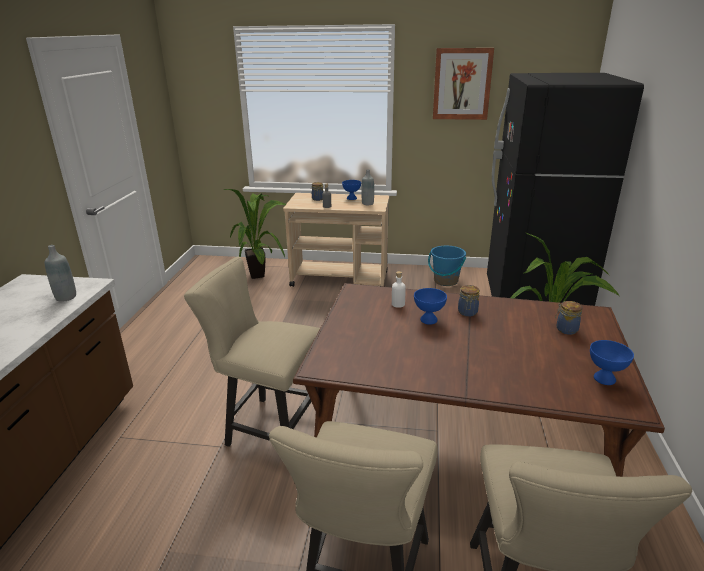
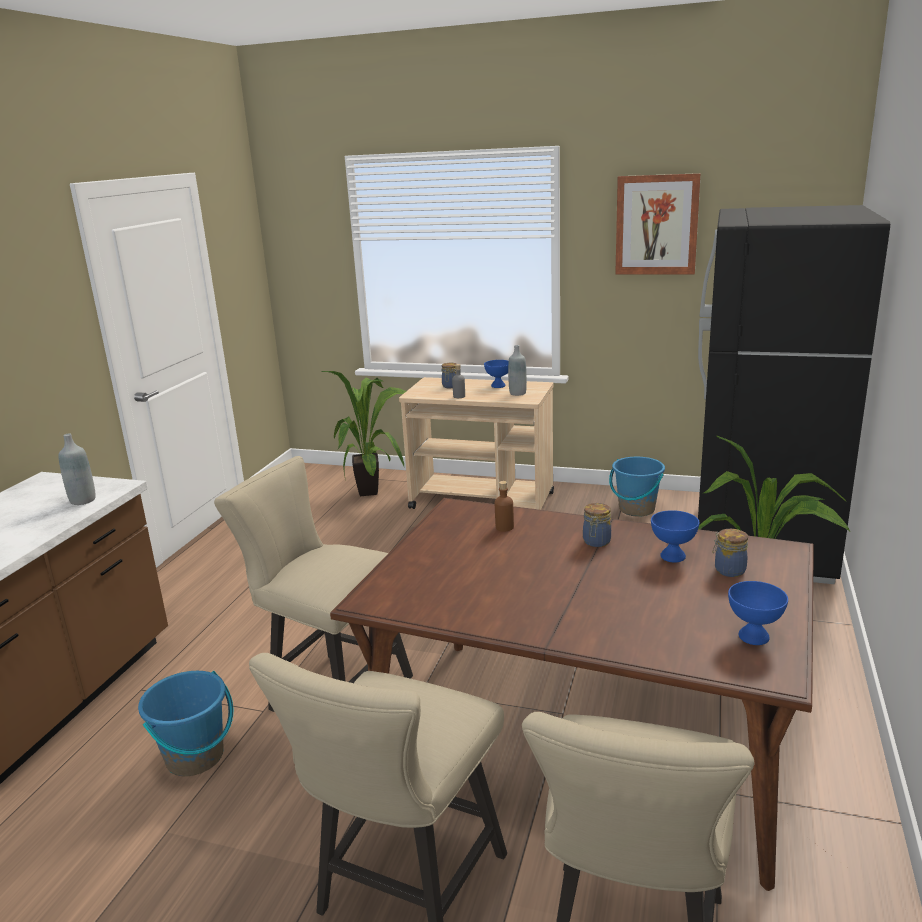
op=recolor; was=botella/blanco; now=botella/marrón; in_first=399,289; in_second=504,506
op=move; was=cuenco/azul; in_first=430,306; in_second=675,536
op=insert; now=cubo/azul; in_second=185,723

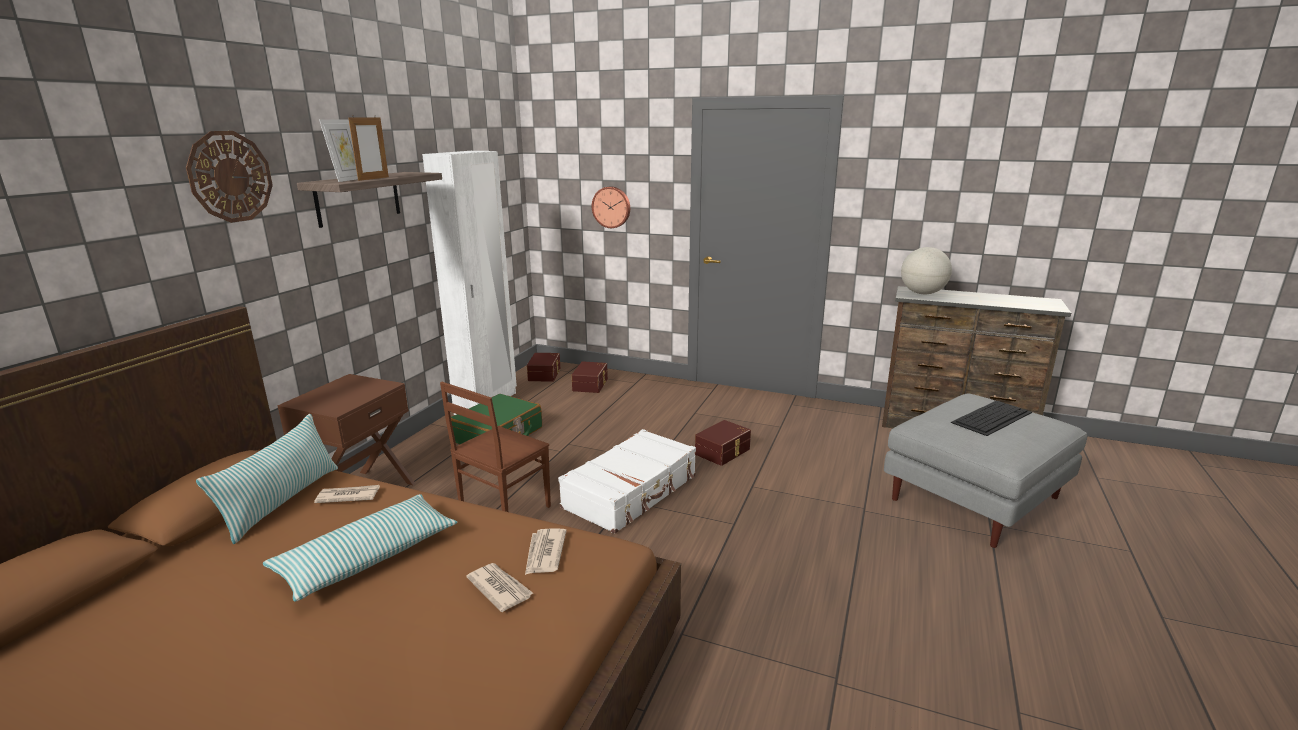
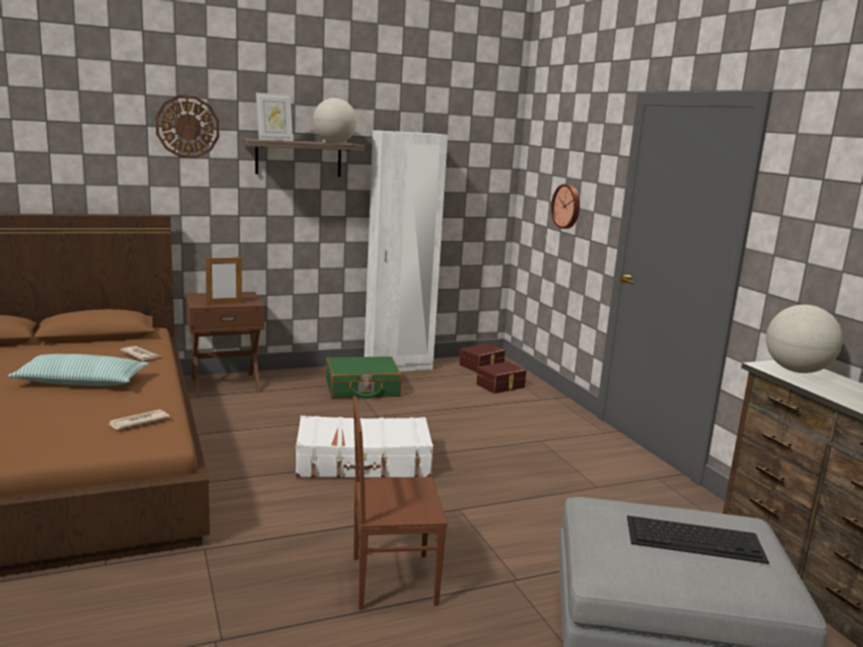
op=delete; was=cojín; in_first=267,479
op=move; was=portarretratos; in_first=368,148; in_second=224,280
op=move; was=silla/marrón; in_first=495,447; in_second=400,503
op=delete; was=periódico; in_first=500,587
op=delete; was=caja de almacenaje/marrón; in_first=723,443
op=insert; now=globo terráqueo; in_second=335,120

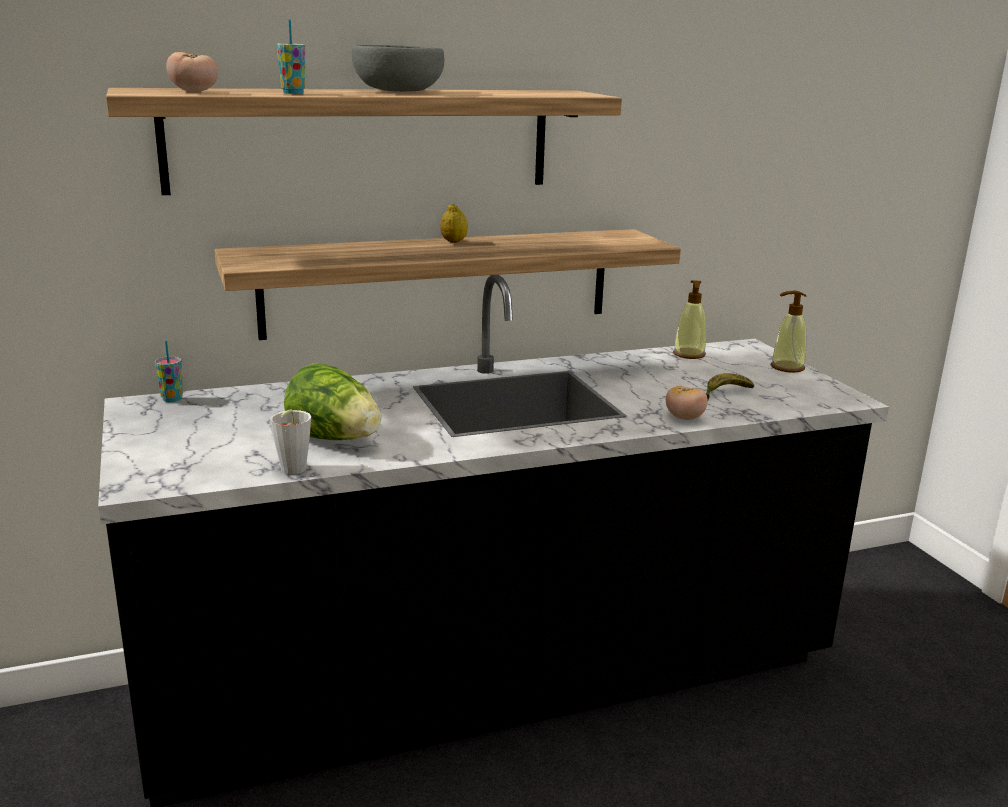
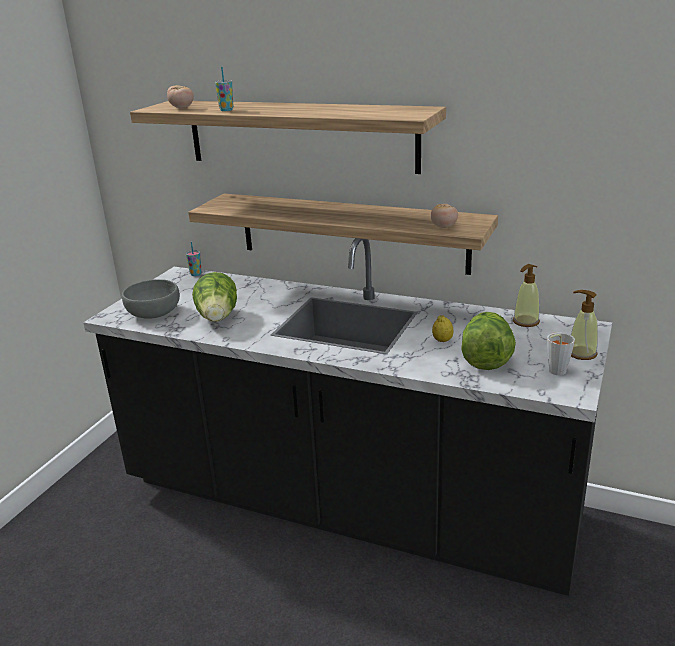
op=move; was=taza/gris; in_first=290,442; in_second=561,353
op=move; was=cuenco/gris; in_first=398,68; in_second=151,299
op=move; was=limón; in_first=454,223; in_second=443,328
op=move; was=tomate; in_first=687,403; in_second=444,216
op=replace; was=plátano; now=lechuga; in_first=730,386; in_second=488,341

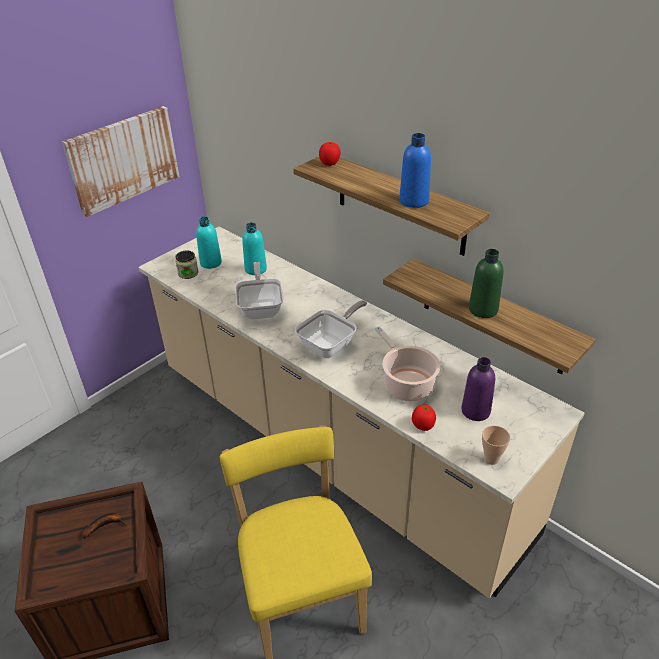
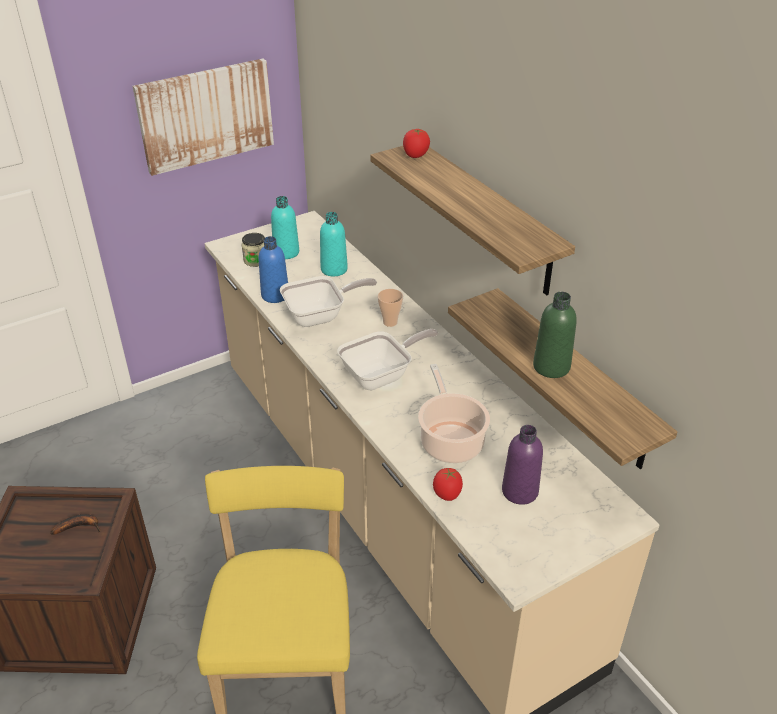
op=rotate; was=sartén; in_first=259,290; in_second=328,301; clockwise=60
op=move; was=botella/azul; in_first=415,170; in_second=273,269
op=move; was=taza; in_first=496,445; in_second=390,308

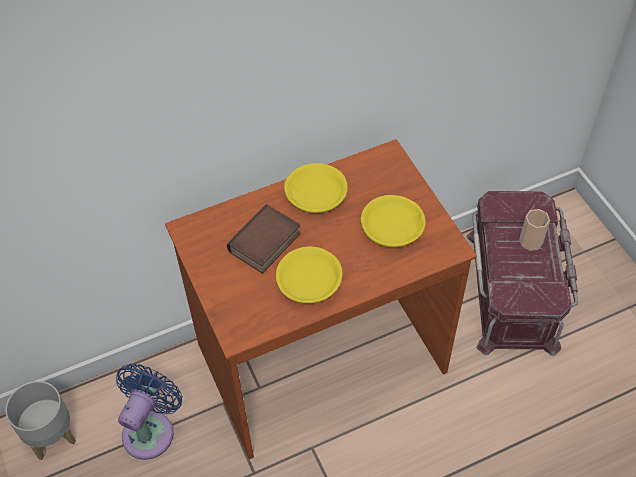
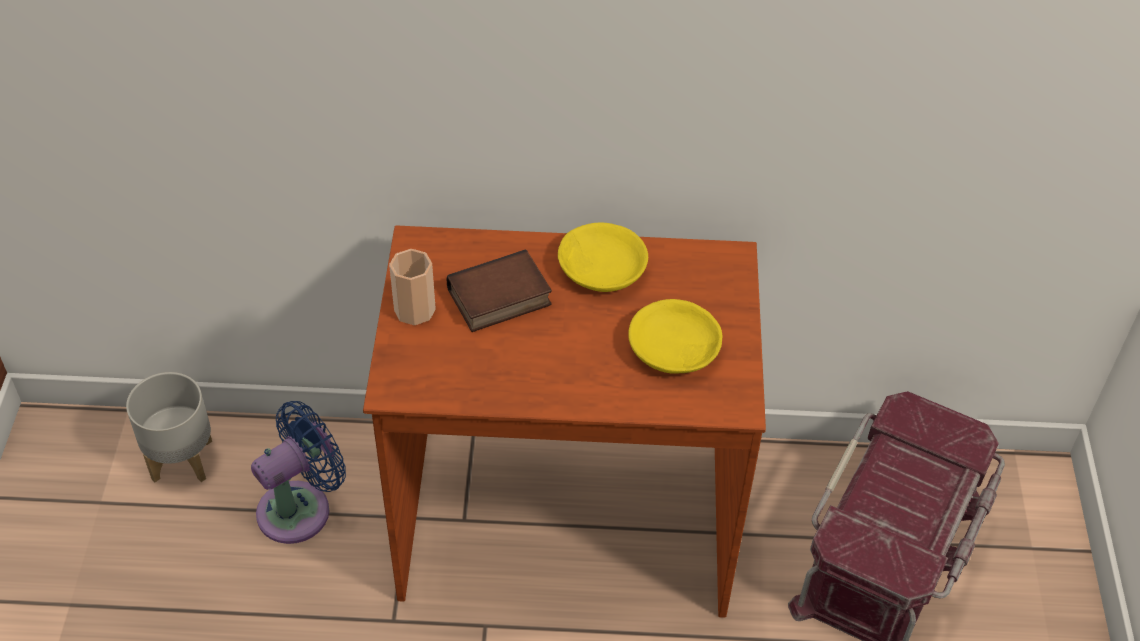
op=delete; was=cuenco/amarillo; in_first=309,275
op=move; was=taza; in_first=534,230; in_second=412,287

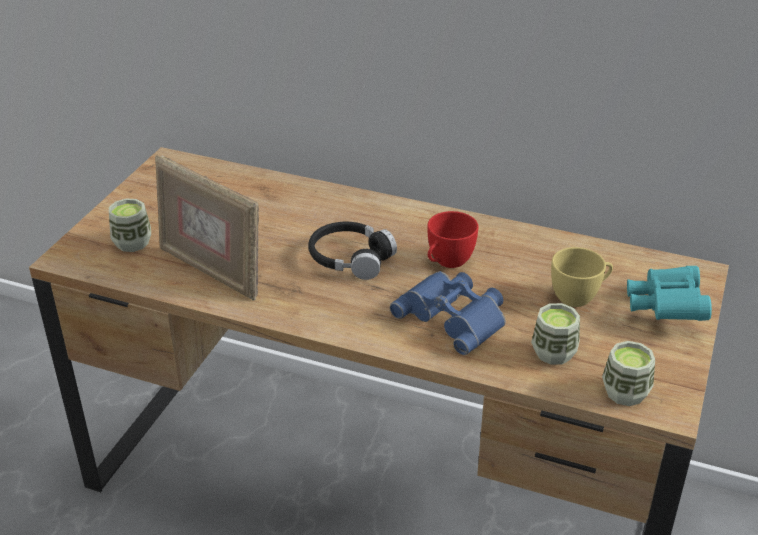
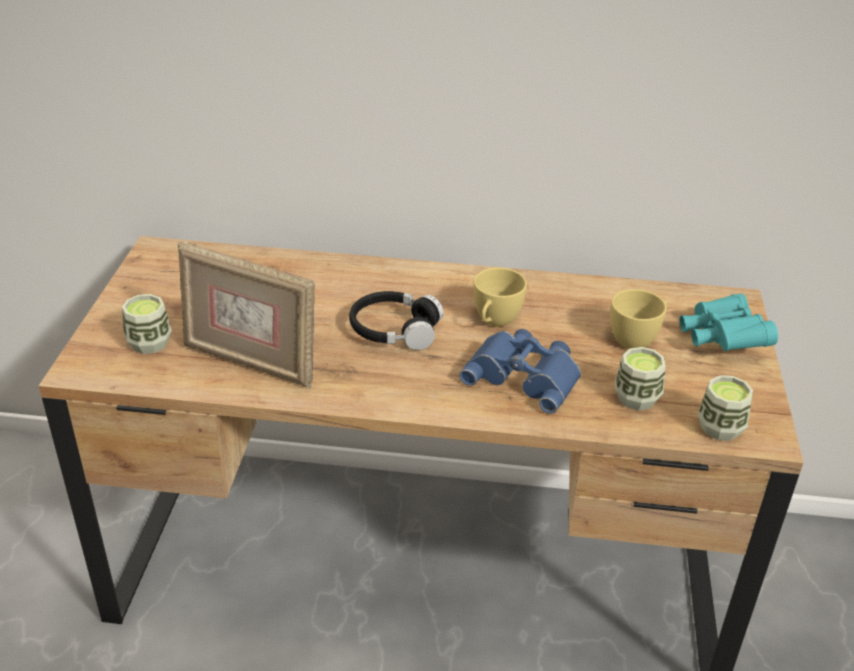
op=recolor; was=taza/rojo; now=taza/amarillo; in_first=453,239; in_second=500,297

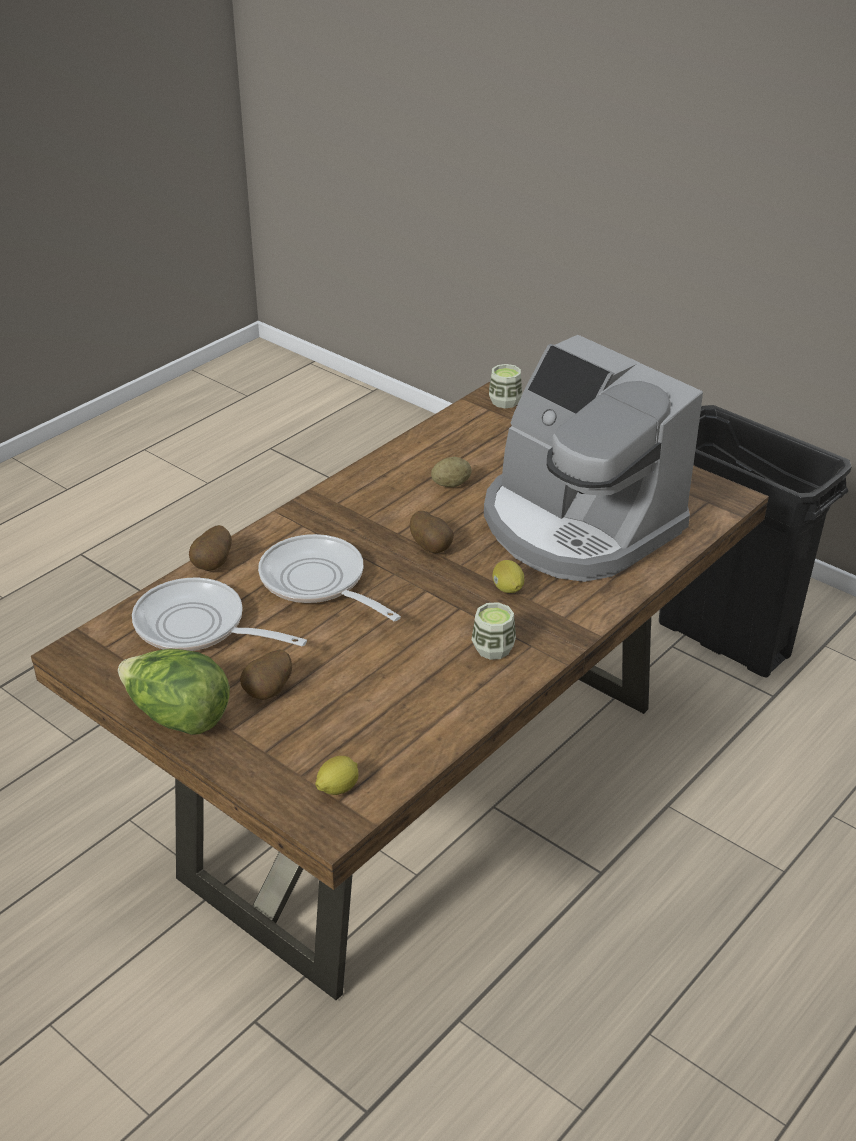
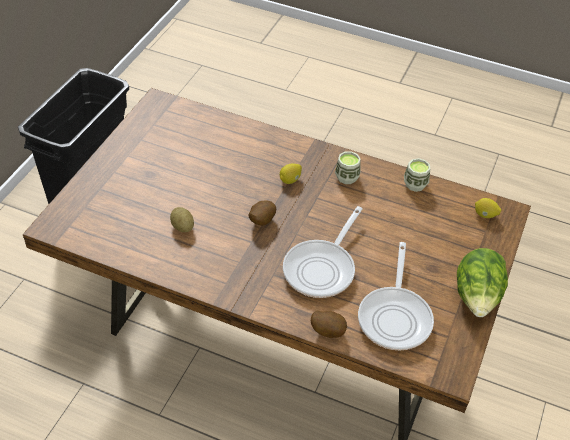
op=delete; was=patata; in_first=266,675
op=delete; was=cafetera; in_first=593,458
op=move; was=taza; in_first=505,386; in_second=417,175

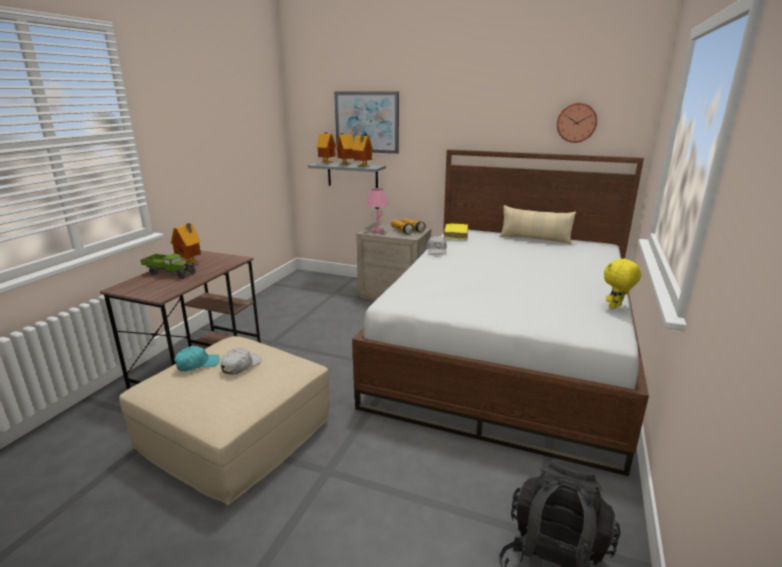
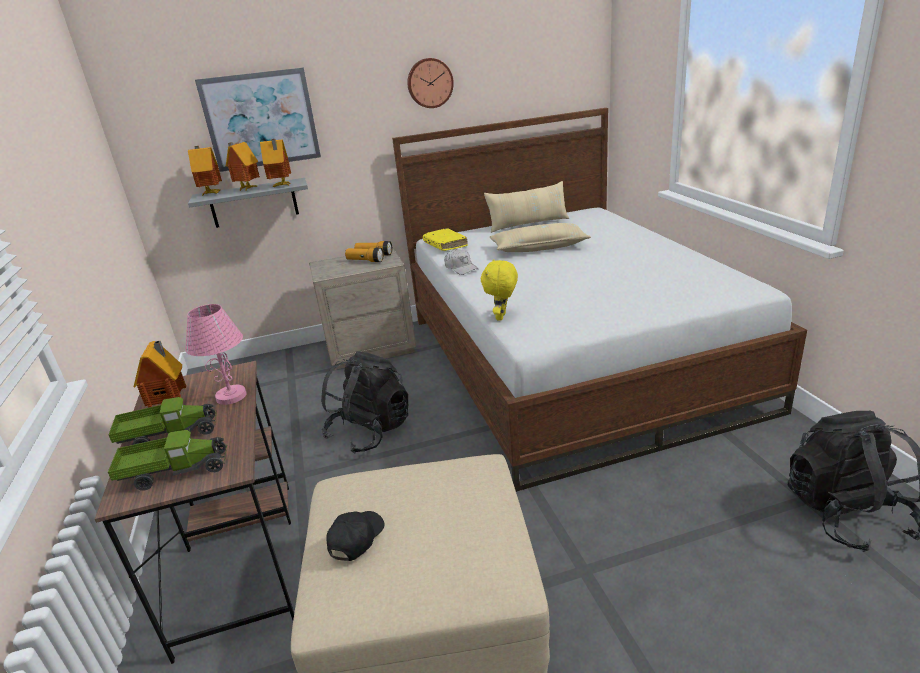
op=recolor; was=gorra/turquesa; now=gorra/negro; in_first=197,358; in_second=355,536
op=delete; was=gorra/blanco; in_first=241,361
op=move; was=lámpara de mesa/rosa; in_first=377,210; in_second=216,354
op=move; was=reloj de pared; in_first=577,123; in_second=430,83
op=move; was=peluche/amarillo; in_first=622,283; in_second=499,290
op=insert; now=camión de juguete; in_second=167,459
op=insert; now=mochila/negro; in_second=364,402
op=insert; now=cojín/beis; in_second=540,237

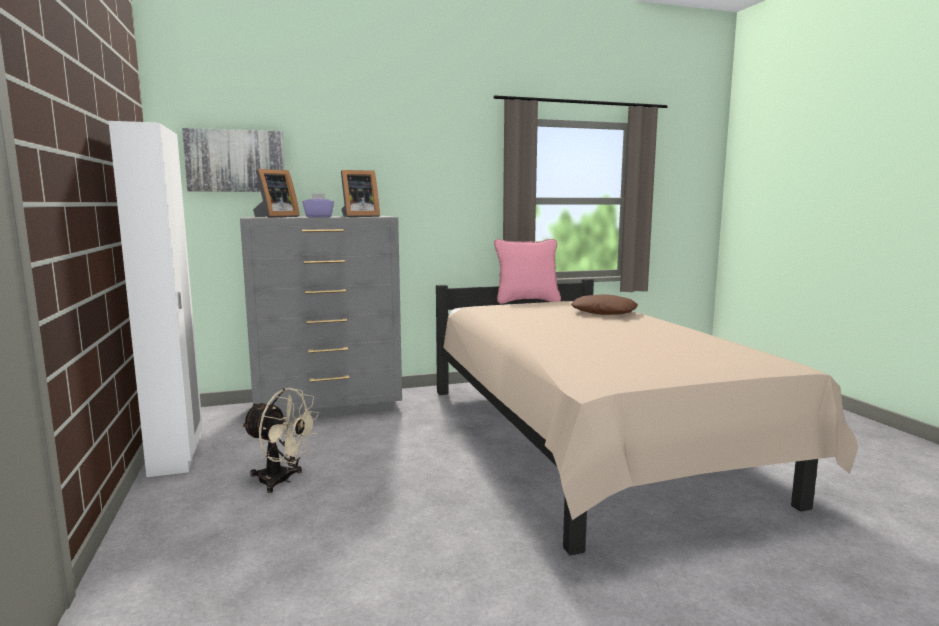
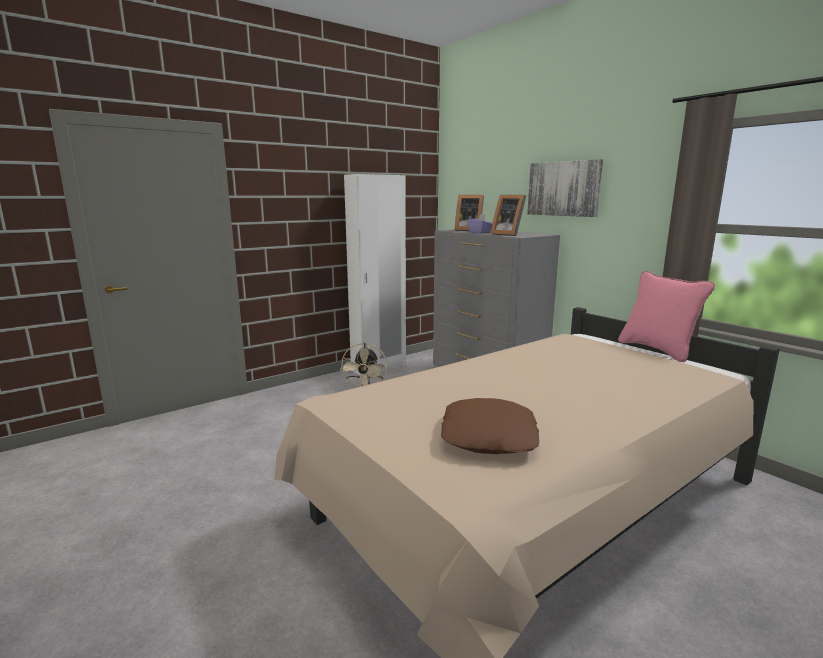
op=move; was=cuadro; in_first=233,160; in_second=565,188
op=move; was=cojín/marrón; in_first=604,304; in_second=490,426

